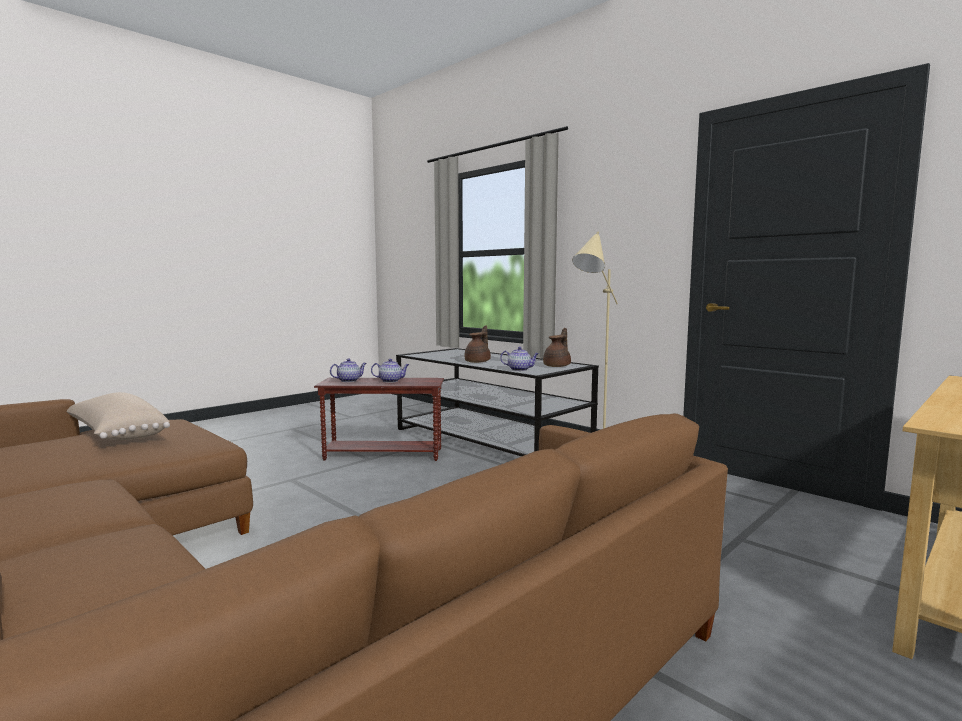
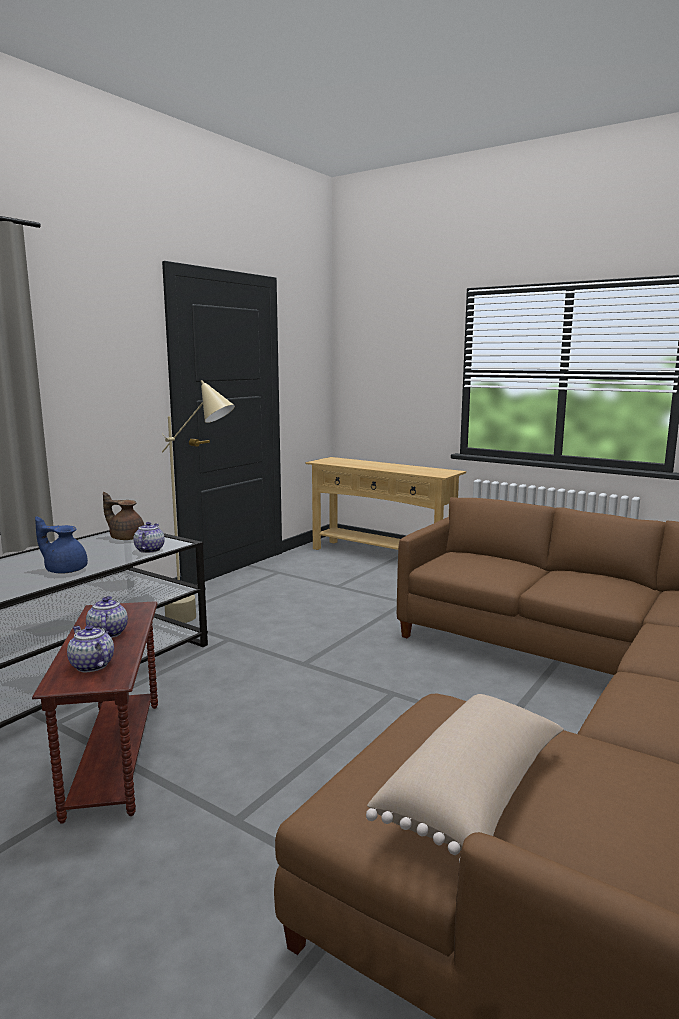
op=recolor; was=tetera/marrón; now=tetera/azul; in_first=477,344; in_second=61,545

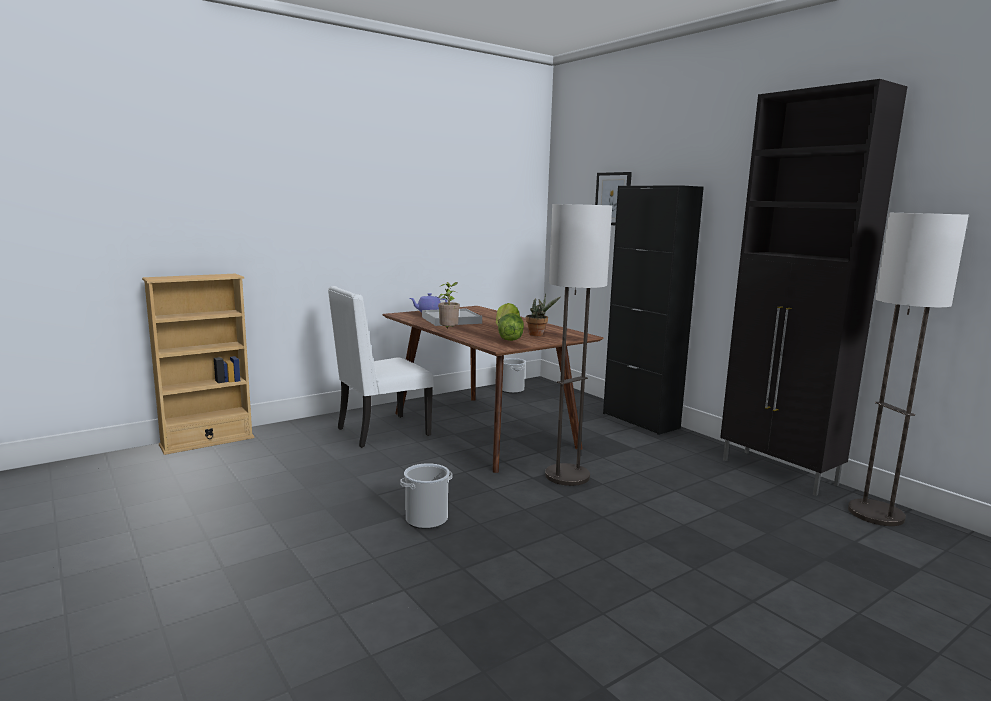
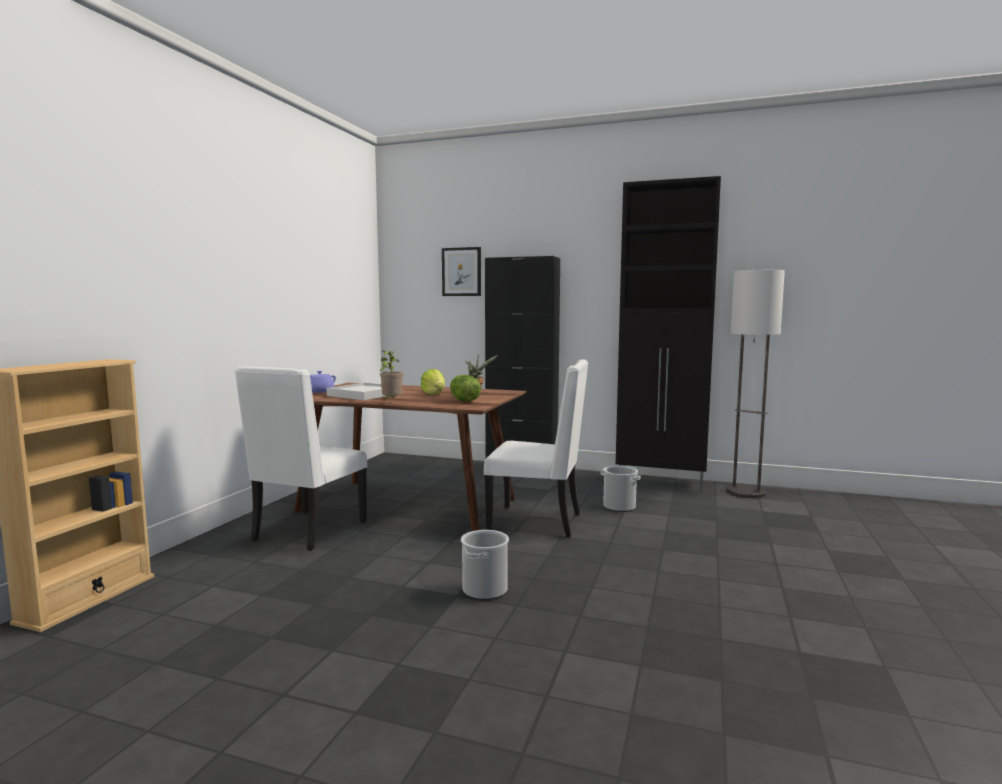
op=move; was=cubo; in_first=514,375; in_second=620,489
op=replace; was=lámpara de pie; now=silla/blanco; in_first=578,345; in_second=536,449

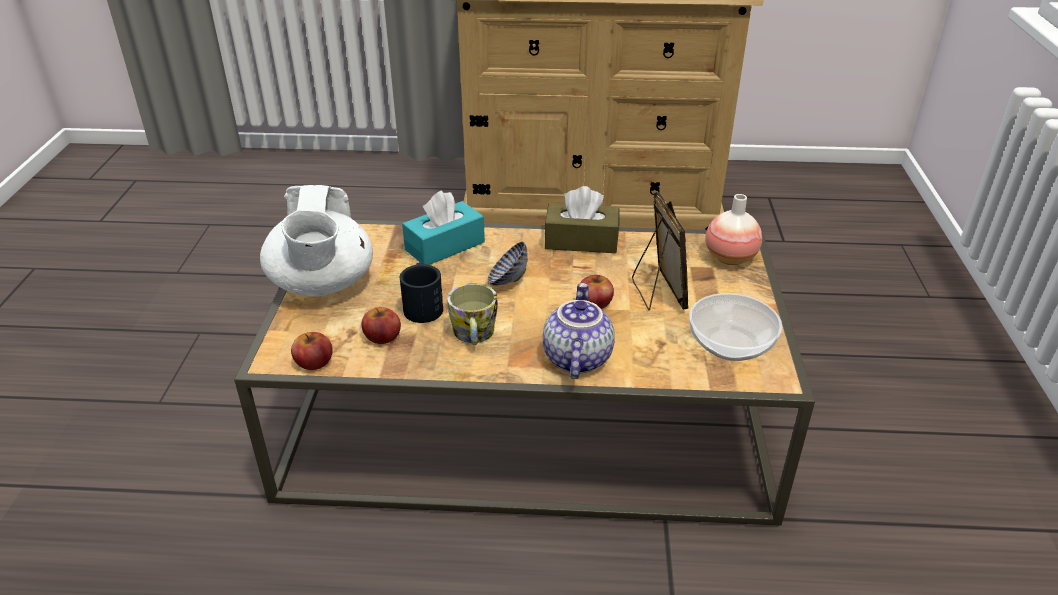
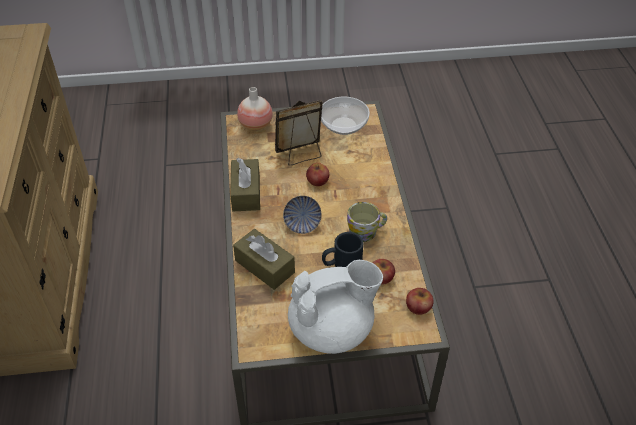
op=recolor; was=caja de pañuelos/turquesa; now=caja de pañuelos/marrón; in_first=443,227; in_second=264,259
op=delete; was=tetera; in_first=579,331

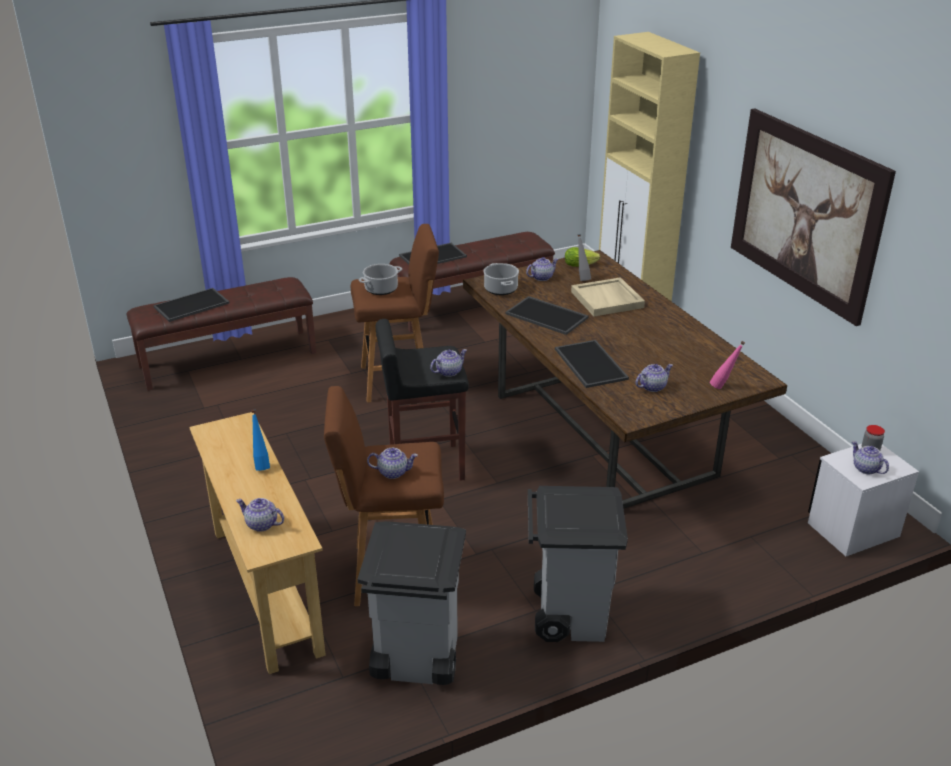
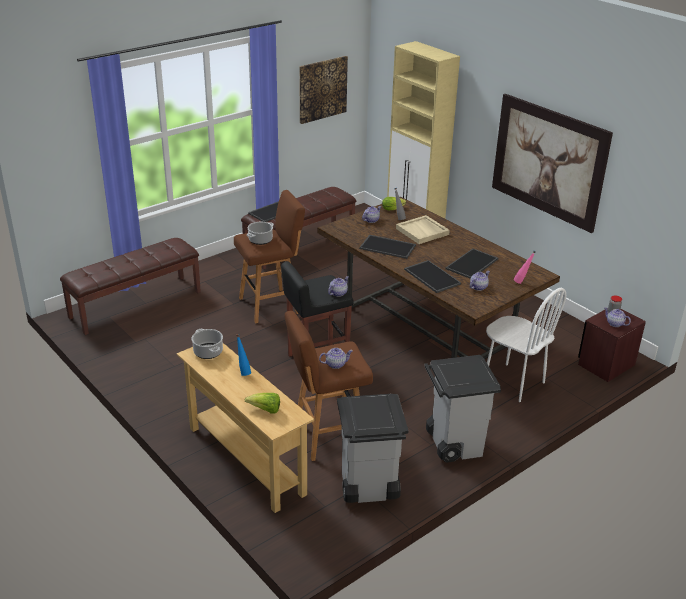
op=move; was=bandeja; in_first=191,305; in_second=471,264
op=replace; was=tetera; now=lechuga; in_first=260,515; in_second=262,403
op=move; was=olla; in_first=501,279; in_second=207,344
op=recolor; was=mesita de noche/blanco; now=mesita de noche/marrón; in_first=863,500; in_second=612,345
op=insert; now=cuadro; in_second=323,90
op=insert; now=silla/blanco; in_second=526,345

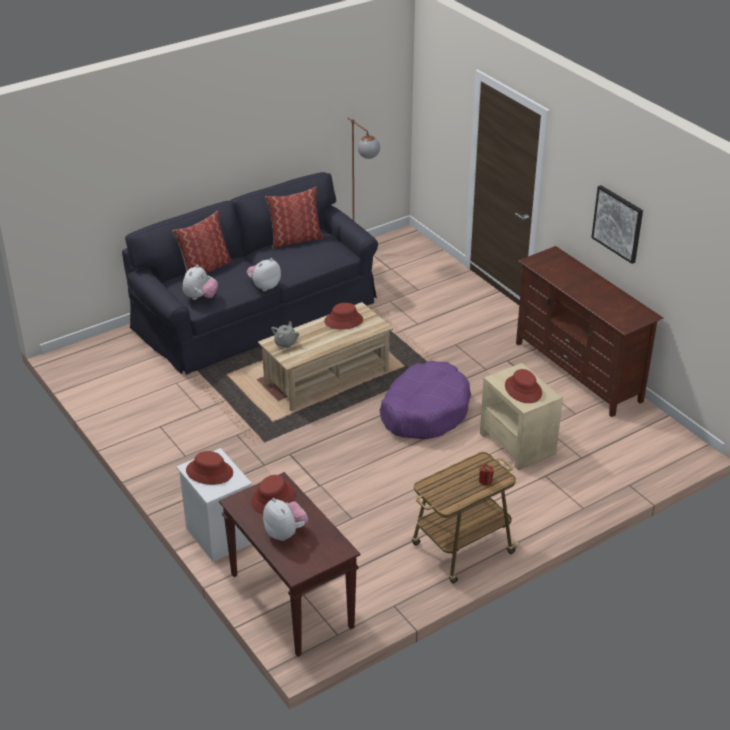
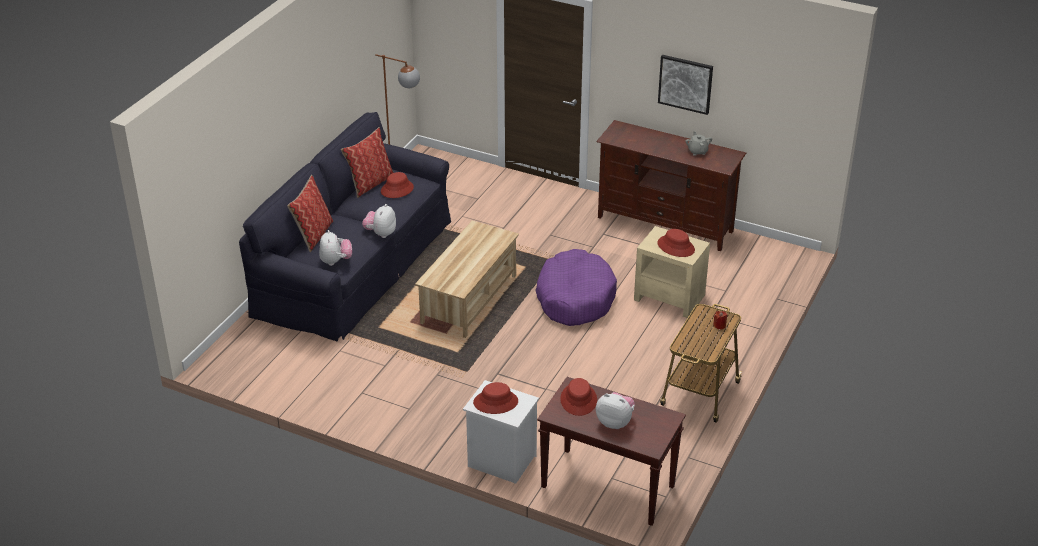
op=move; was=tetera/gris; in_first=285,334; in_second=698,143
op=move; was=sombrero/rojo; in_first=343,316; in_second=397,185

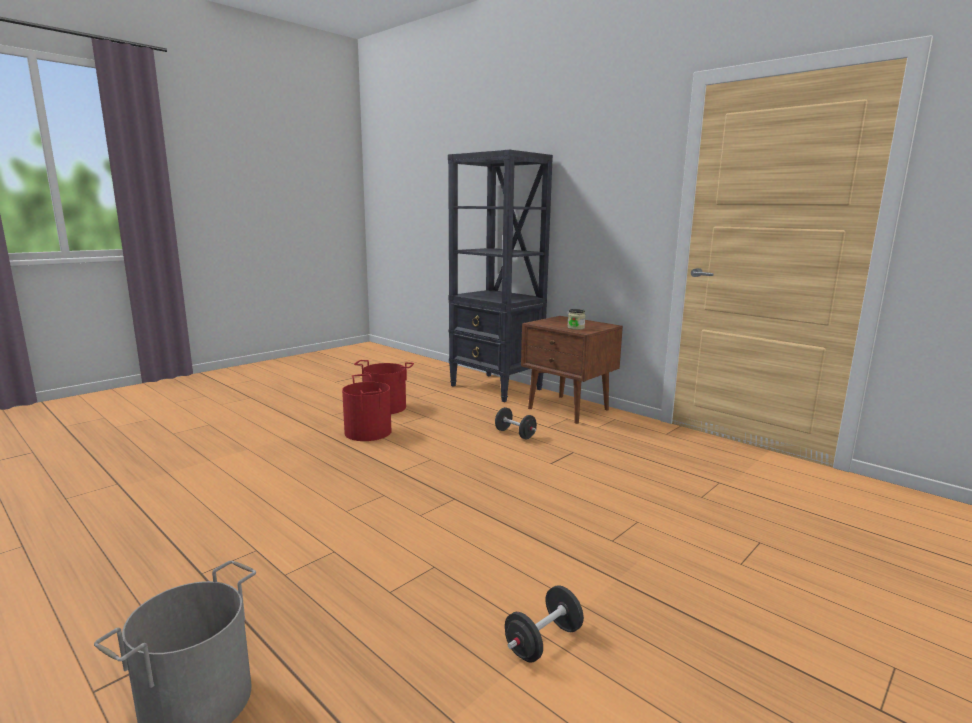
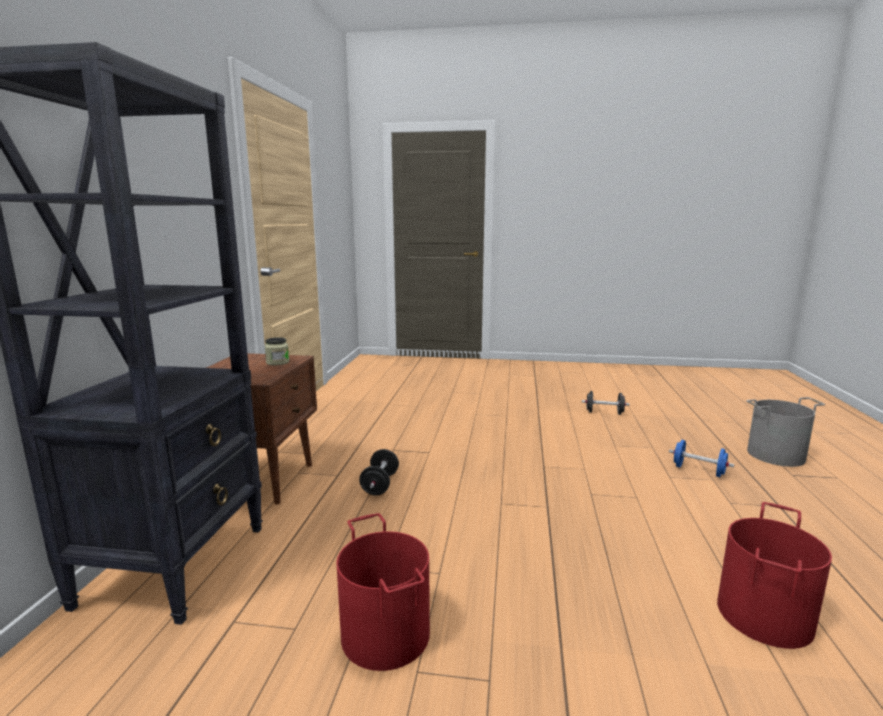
op=move; was=cubo/rojo; in_first=366,407; in_second=774,575
op=insert; now=mancuerna/azul; in_second=701,458

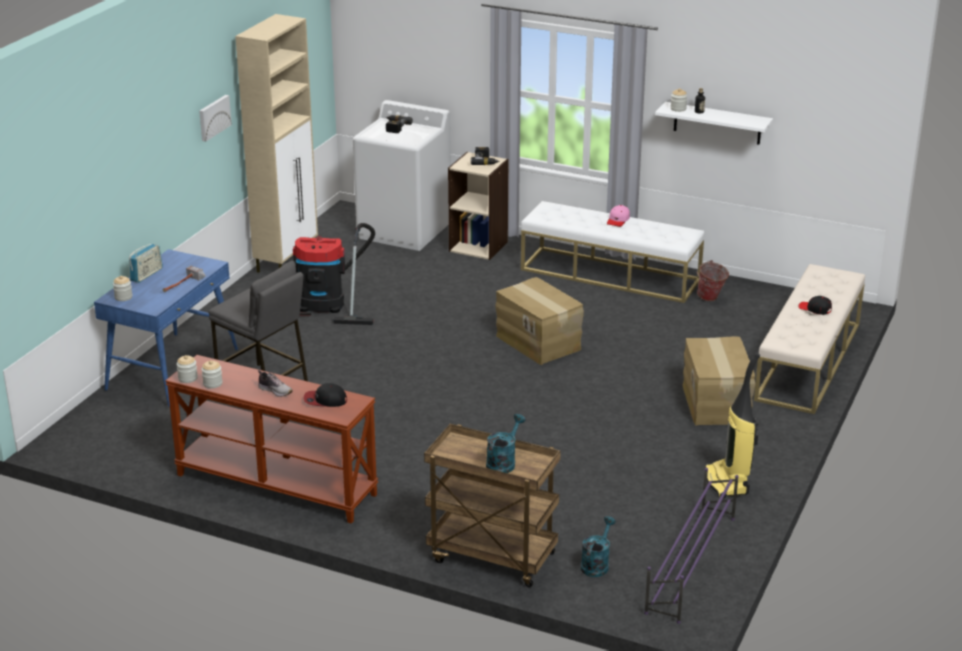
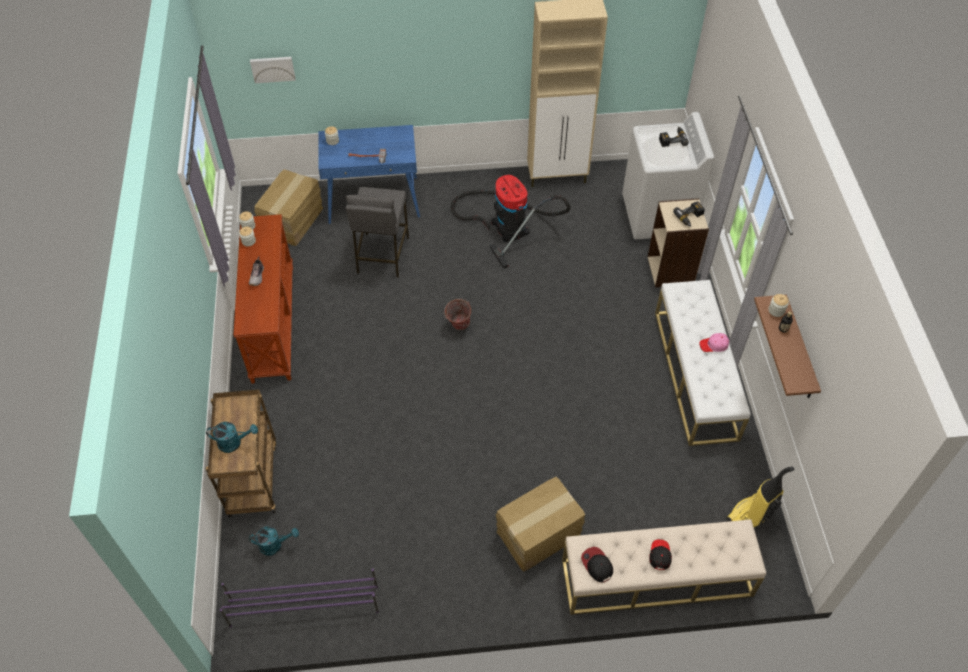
op=delete; was=radio; in_first=146,263
op=move; was=cuadro; in_first=215,118; in_second=273,70
op=move; was=gorra; in_first=325,395; in_second=597,565
op=move; was=caja de cartón; in_first=539,321; in_second=288,207
op=recolor; was=estante/blanco; now=estante/marrón; in_first=714,123; in_second=787,346
op=move; was=cubo; in_first=713,280; in_second=457,314
op=move; was=aspiradora; in_first=732,425; in_second=760,496

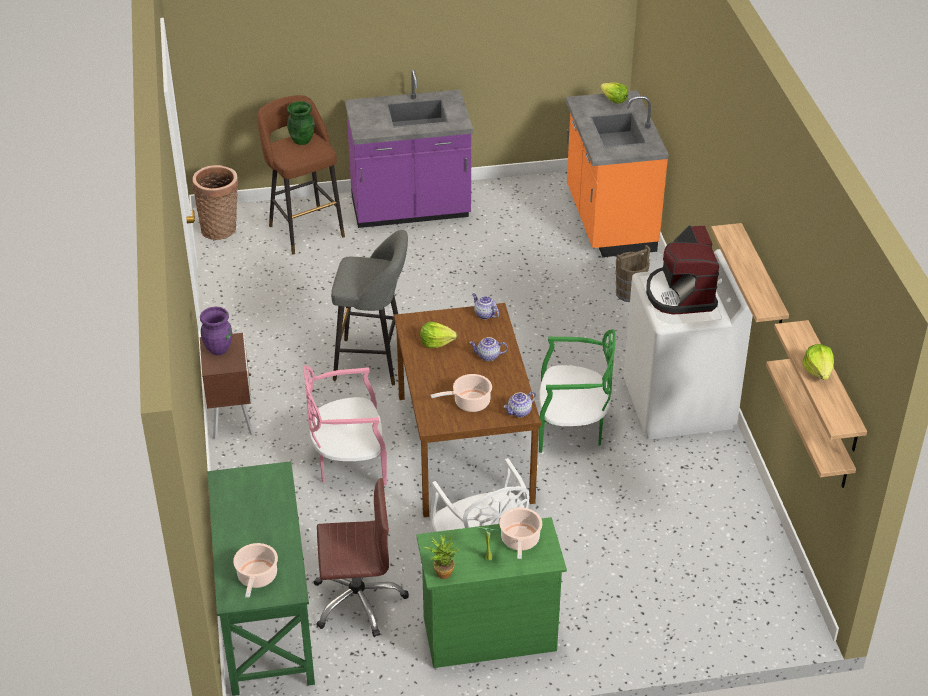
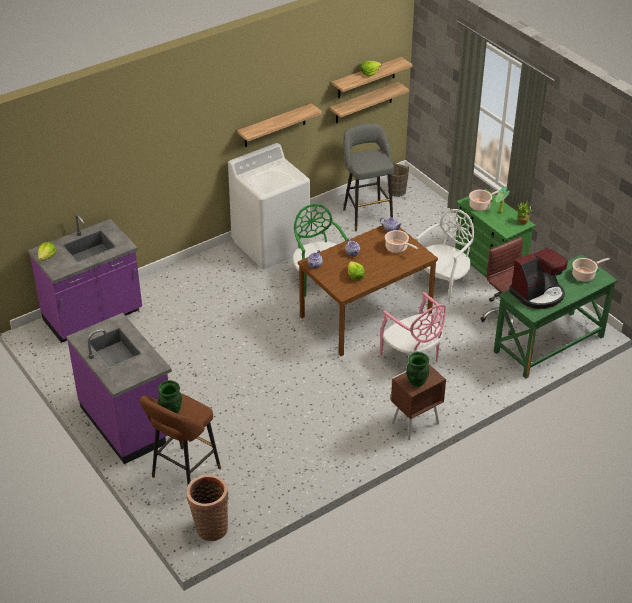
op=recolor; was=florero/morado; now=florero/verde; in_first=216,331; in_second=417,369
op=move; was=taburete/gris; in_first=369,307; in_second=368,177
op=recolor; was=mueble bajo de cocina/naranja; now=mueble bajo de cocina/morado; in_first=617,173; in_second=85,279
op=move; was=cubo/marrón; in_first=633,273; in_second=398,179
op=move; was=cafetera; in_first=682,269; in_second=538,278

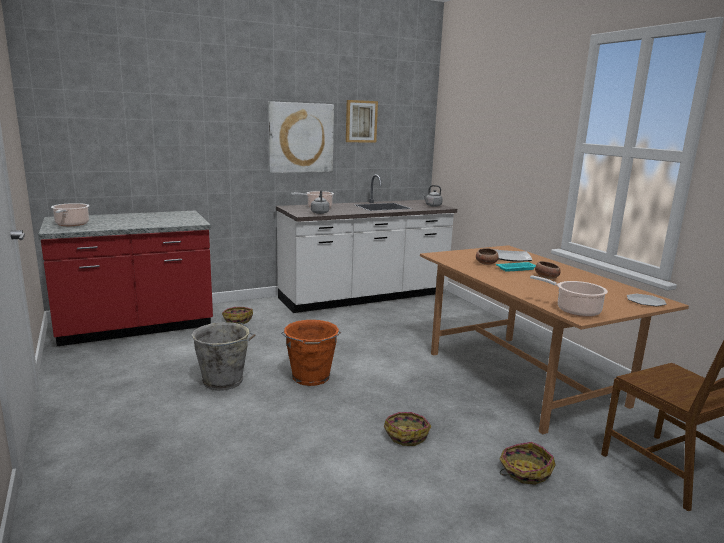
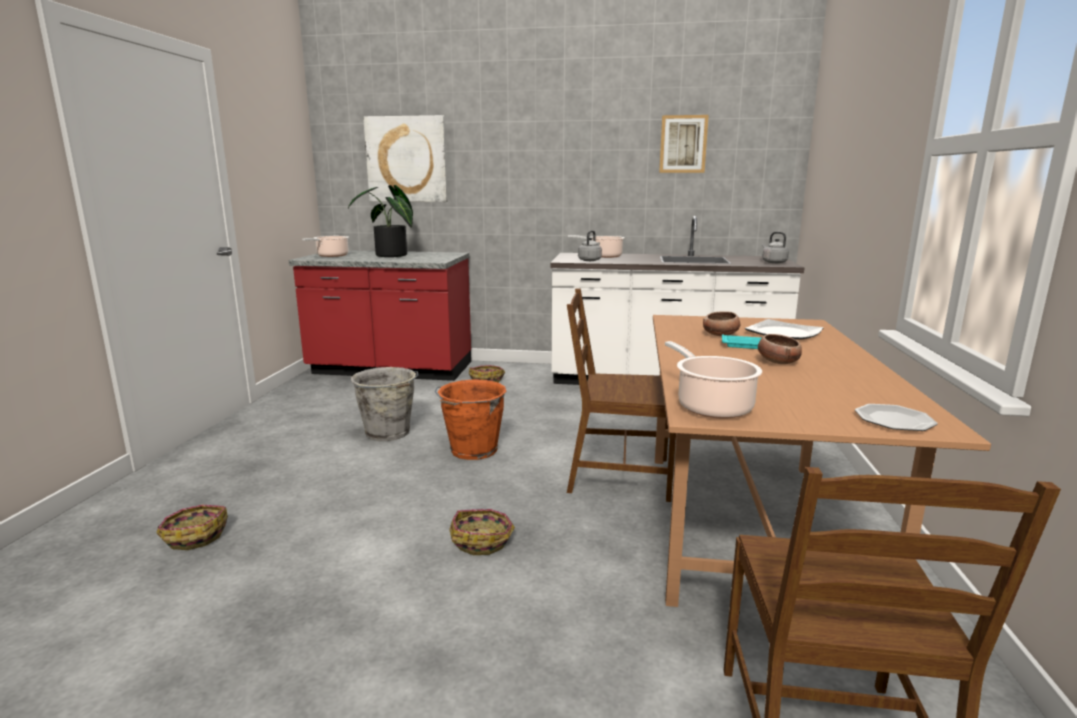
op=move; was=cuadro; in_first=301,137; in_second=405,158
op=move; was=cesta; in_first=528,463; in_second=192,527
op=insert; now=planta en maceta; in_second=380,221
op=insert; now=silla/marrón; in_second=621,395

